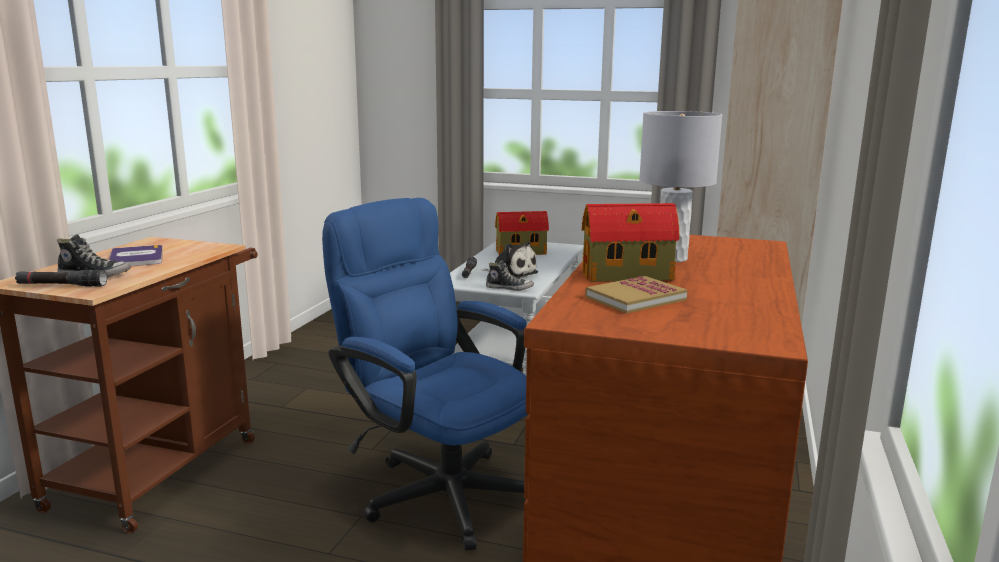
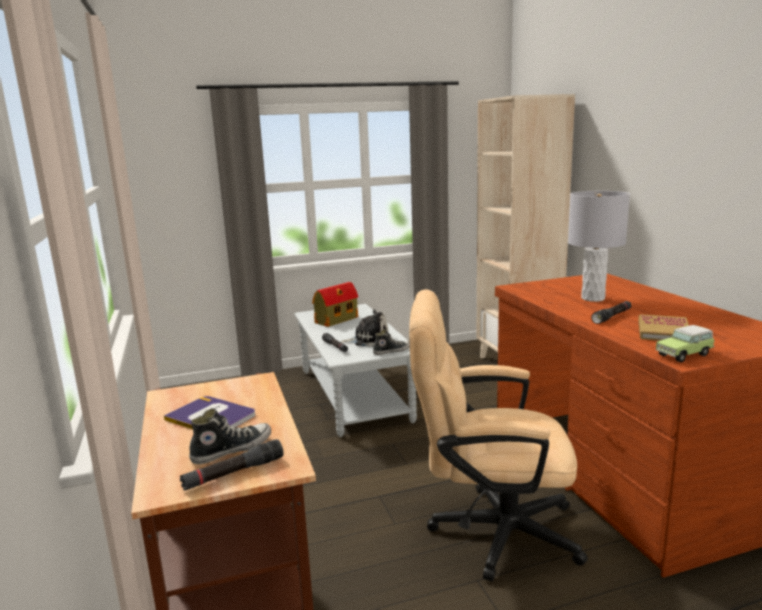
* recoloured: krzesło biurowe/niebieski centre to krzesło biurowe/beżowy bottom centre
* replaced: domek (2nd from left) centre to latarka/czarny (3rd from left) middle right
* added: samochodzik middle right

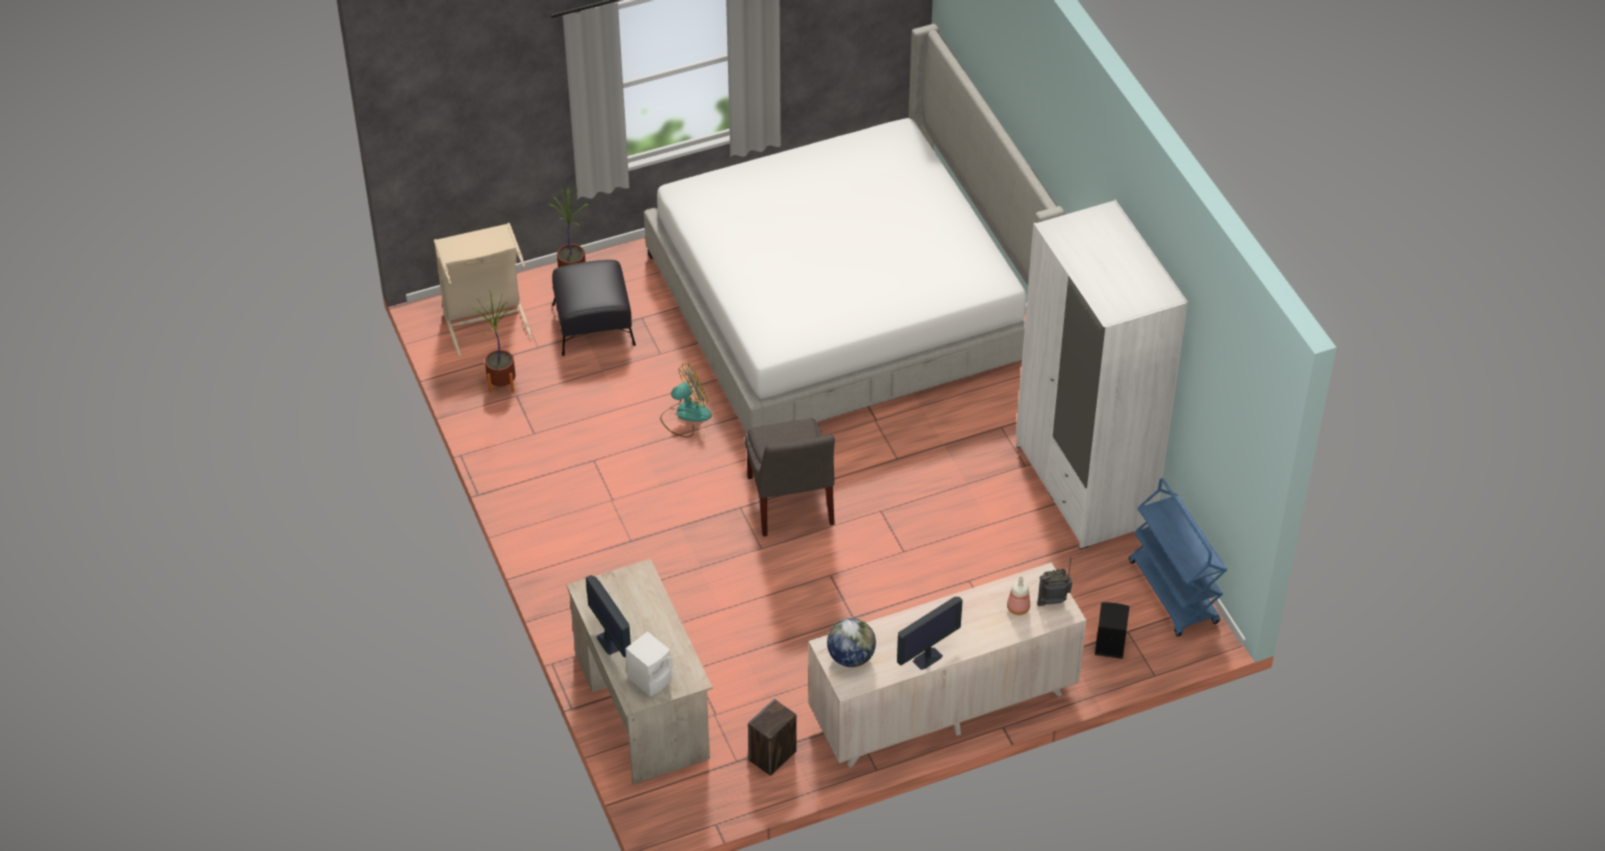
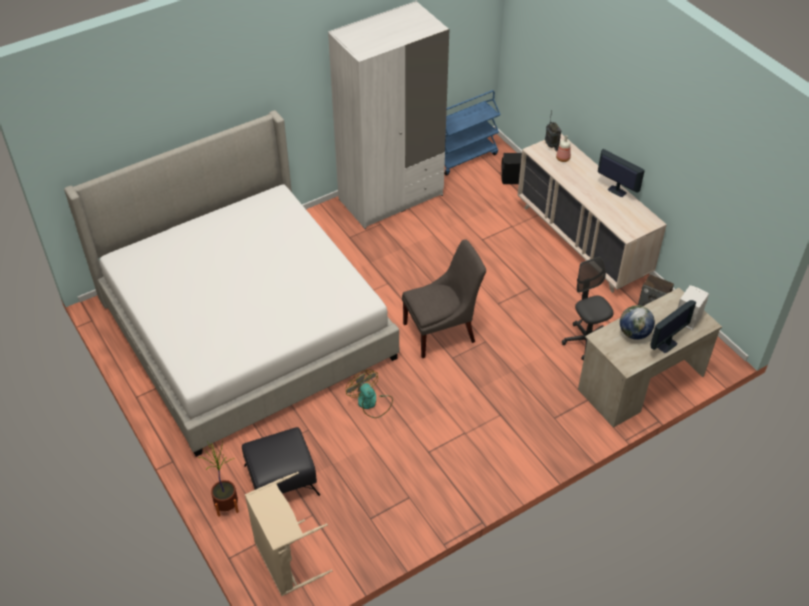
* removed: roślina doniczkowa (1st from left) middle left
* moved: globus bottom centre to middle right
* added: krzesło biurowe/szary middle right

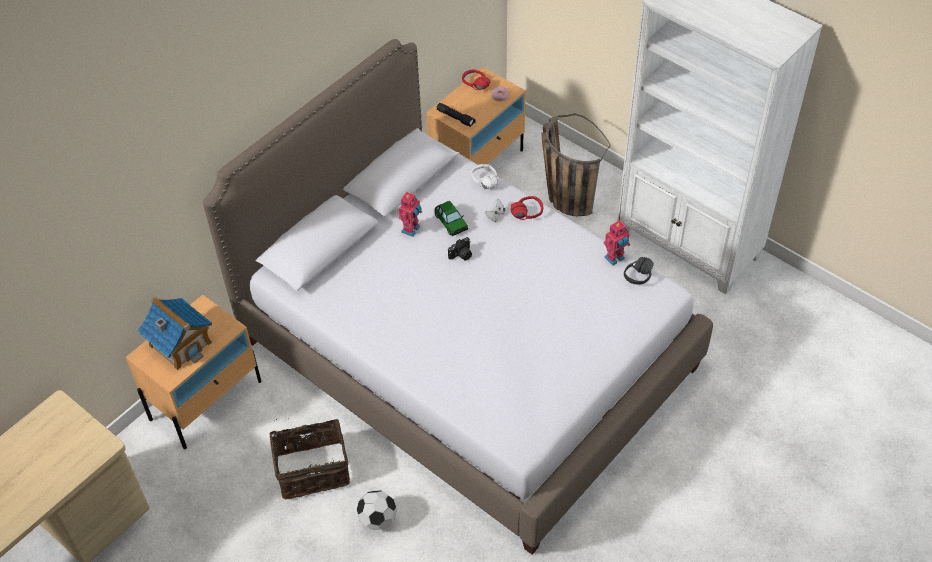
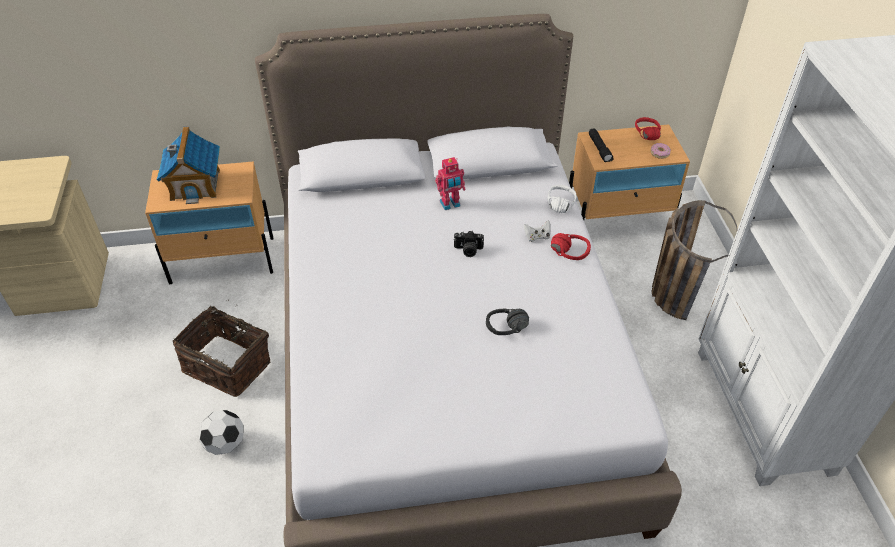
* removed: samochodzik centre
* removed: robot zabawkowy (2nd from left) centre
* moved: słuchawki/czarny middle right to centre

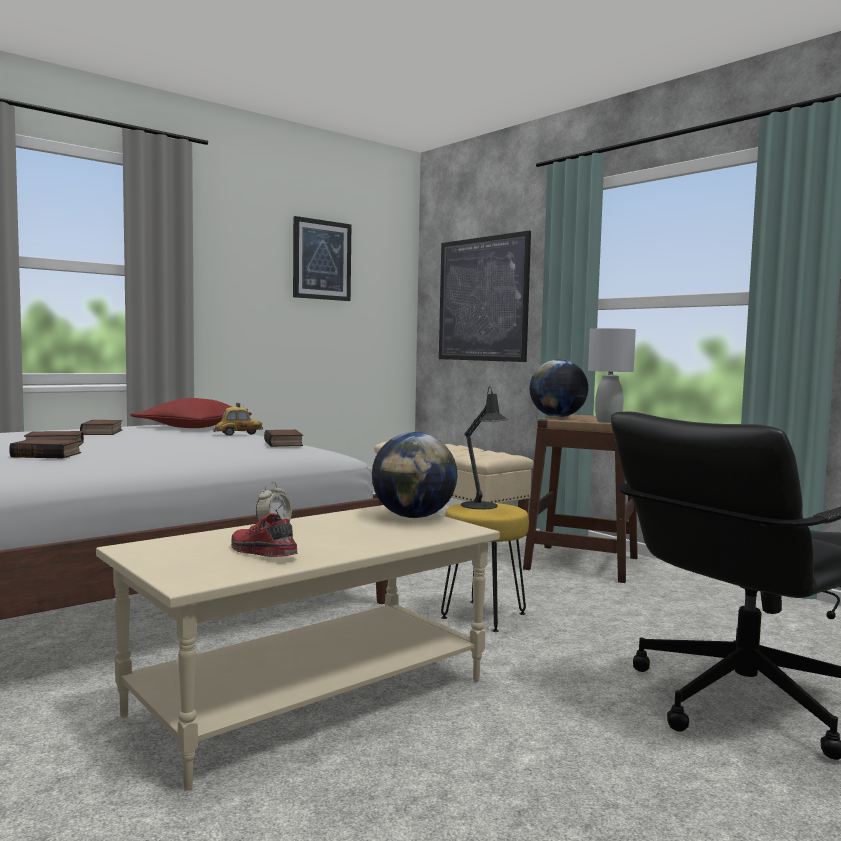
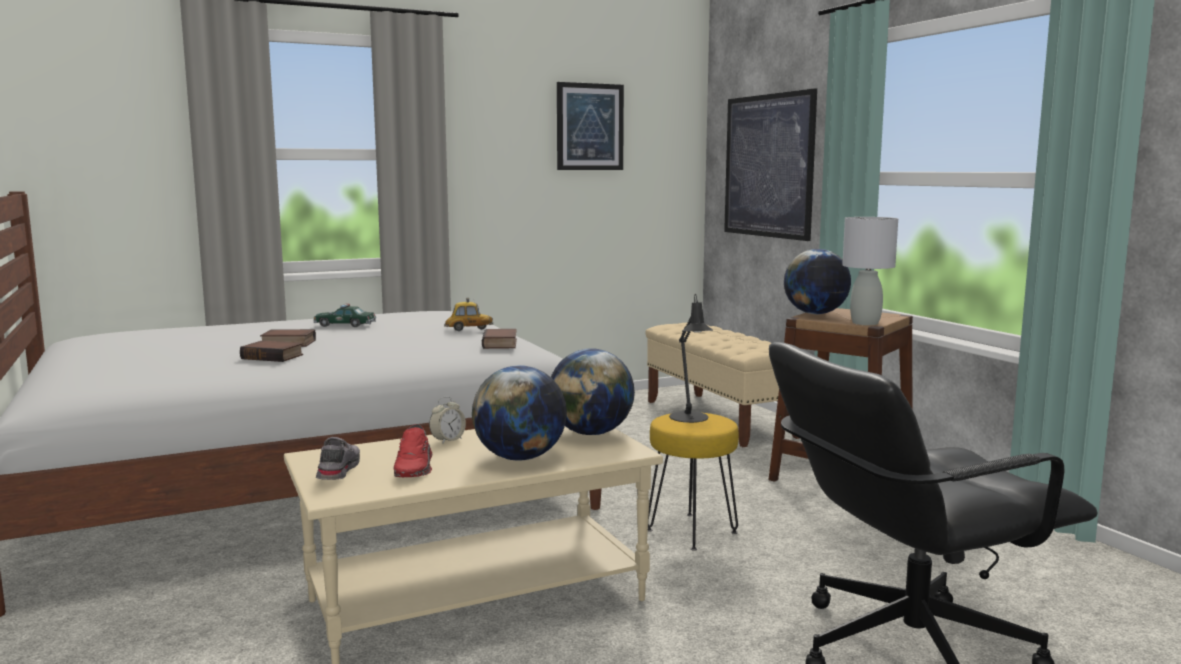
* removed: poduszka/czerwony middle left
* replaced: książka (3rd from left) middle left to samochodzik (1st from left) middle left
* turned: but/czerwony middle left = bottom centre 150 degrees counterclockwise
* added: globus (1st from left) centre
* added: but/szary bottom left

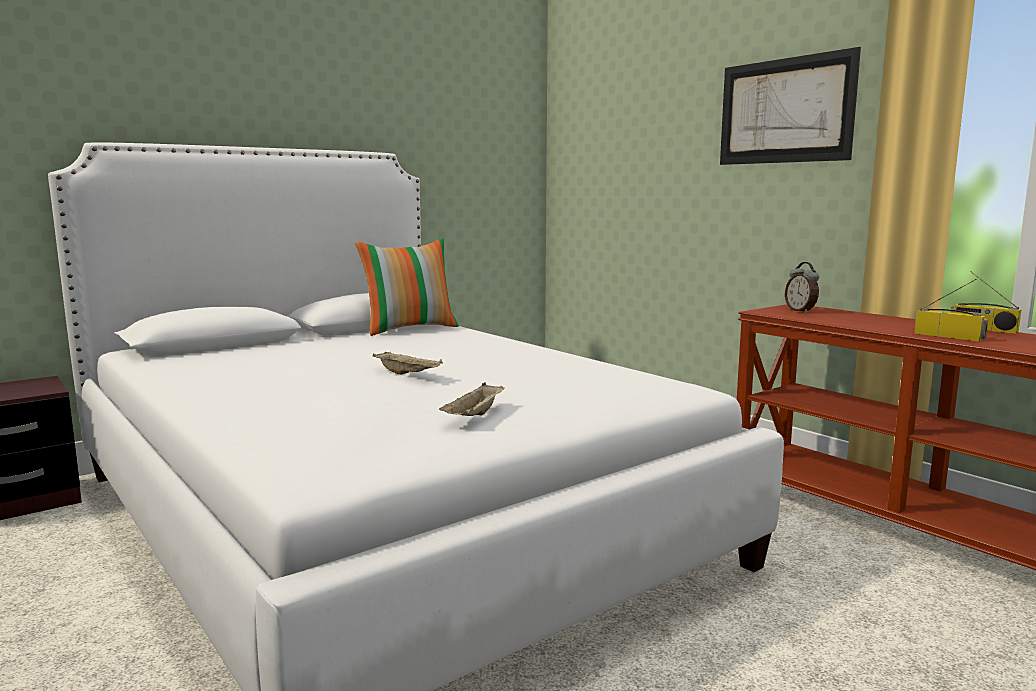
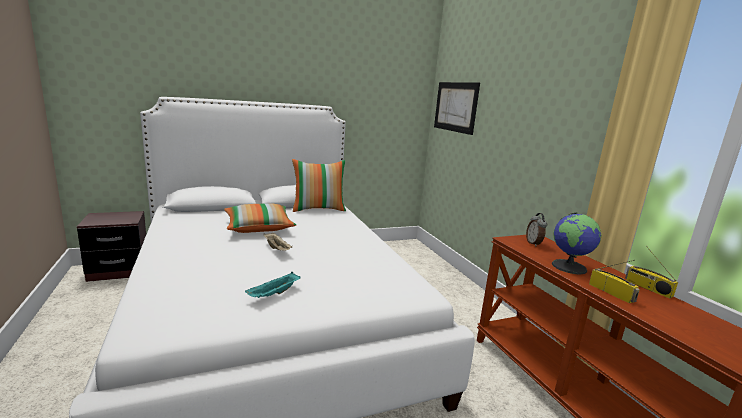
* moved: obraz top right to top centre
* recoloured: taca/beżowy (2nd from left) centre to taca/turkusowy bottom centre
* added: poduszka (1st from left) centre
* added: globus middle right

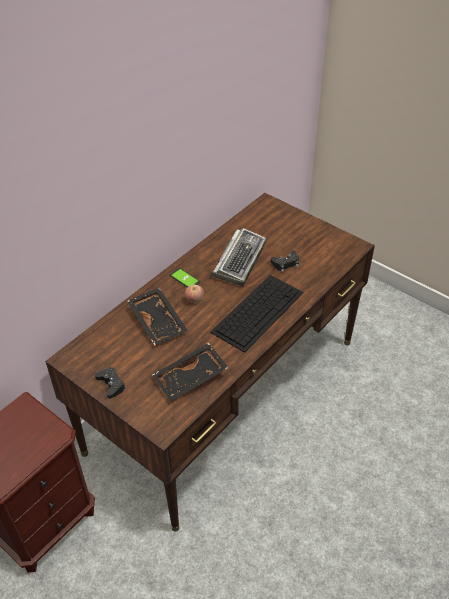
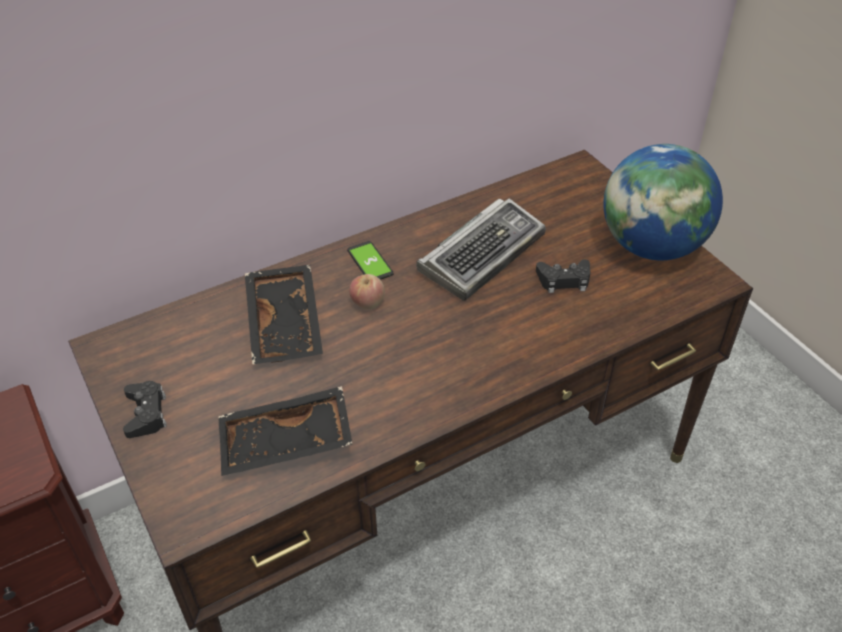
* removed: klawiatura (2nd from left) centre
* added: globus top right

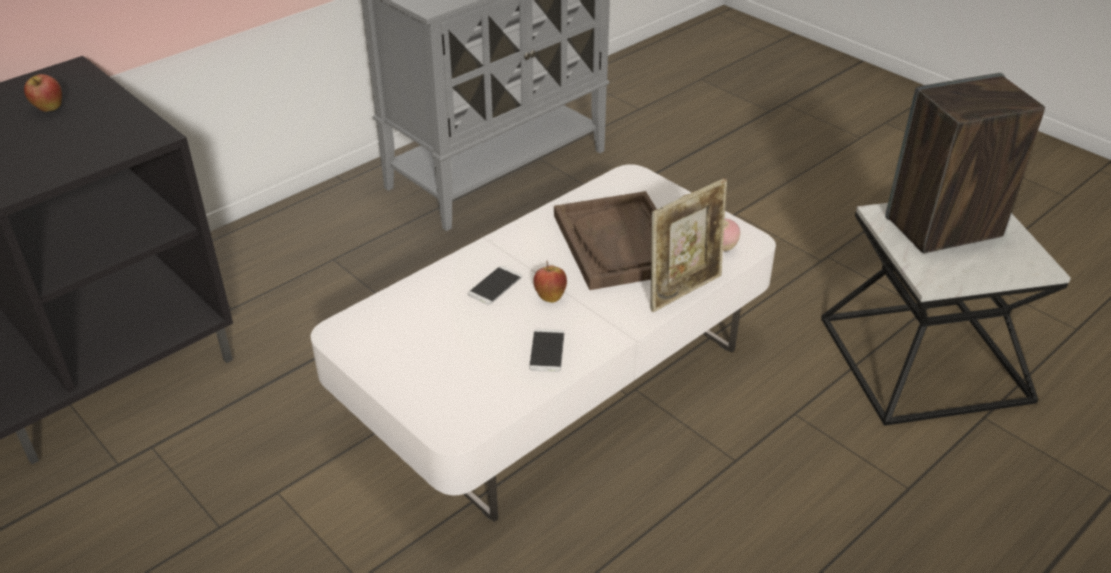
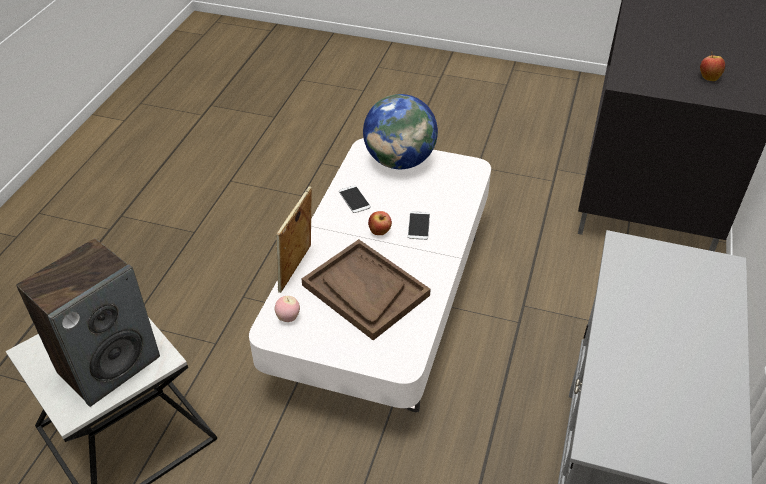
* added: globus top centre

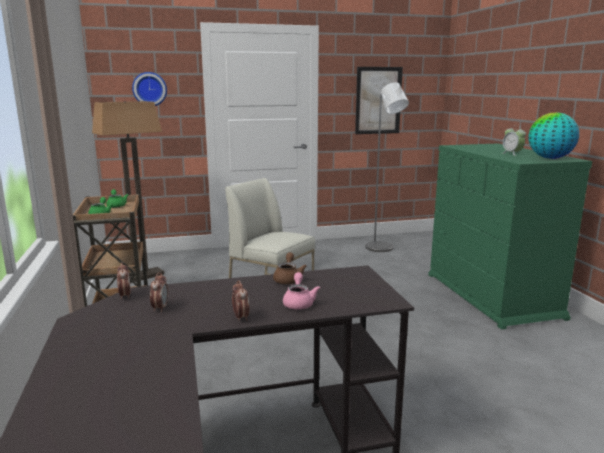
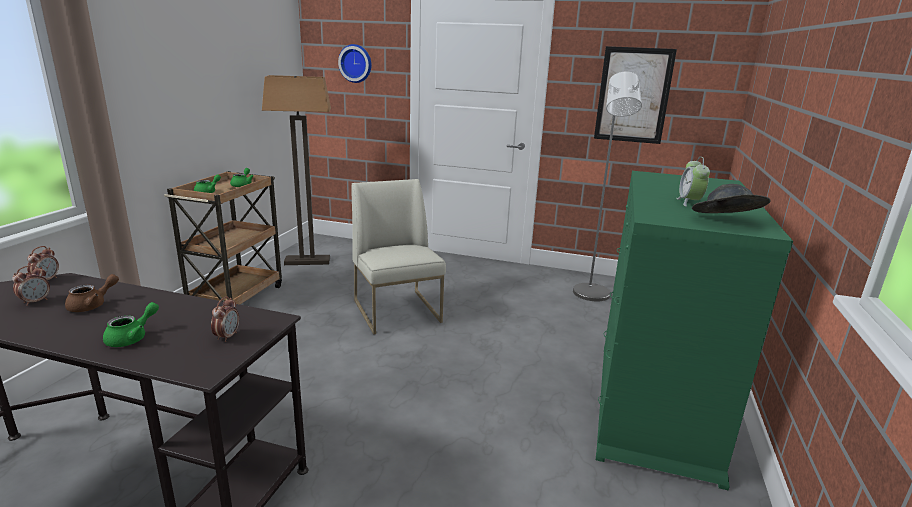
* replaced: globus top right to kapelusz/szary middle right
* moved: imbryk/brązowy centre to middle left
* recoloured: imbryk/różowy centre to imbryk/zielony (1st from left) middle left
* moved: budzik (3rd from left) centre to middle left

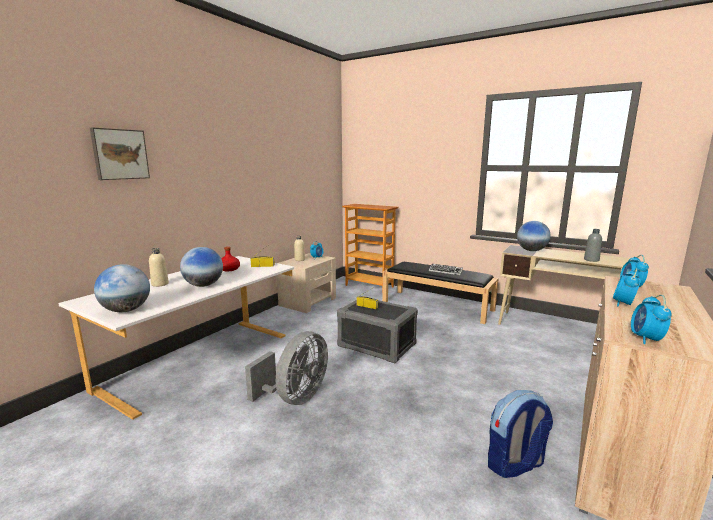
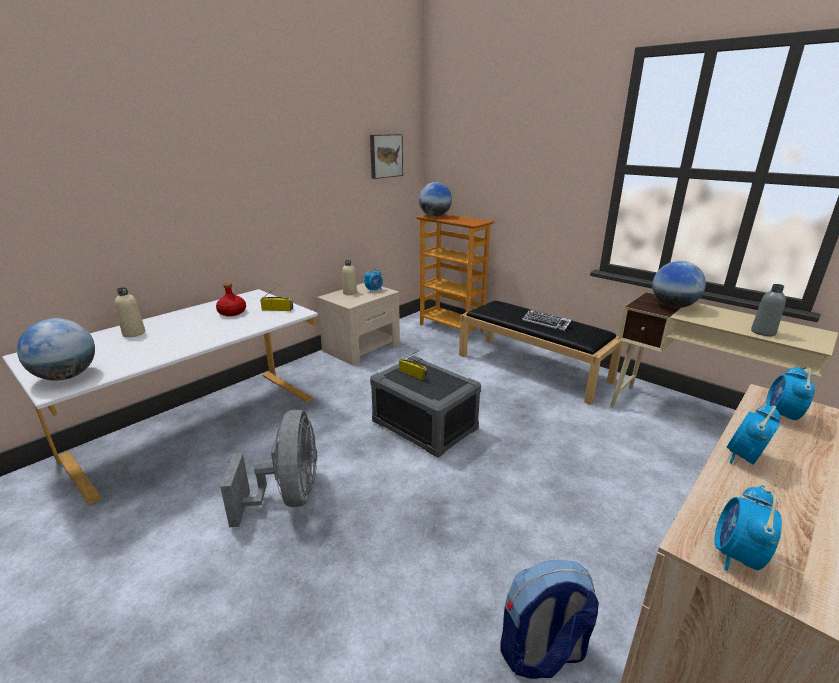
* moved: obraz top left to top centre
* moved: globus (2nd from left) middle left to top centre
* turned: wentylator/szary bottom centre = bottom left 45 degrees counterclockwise

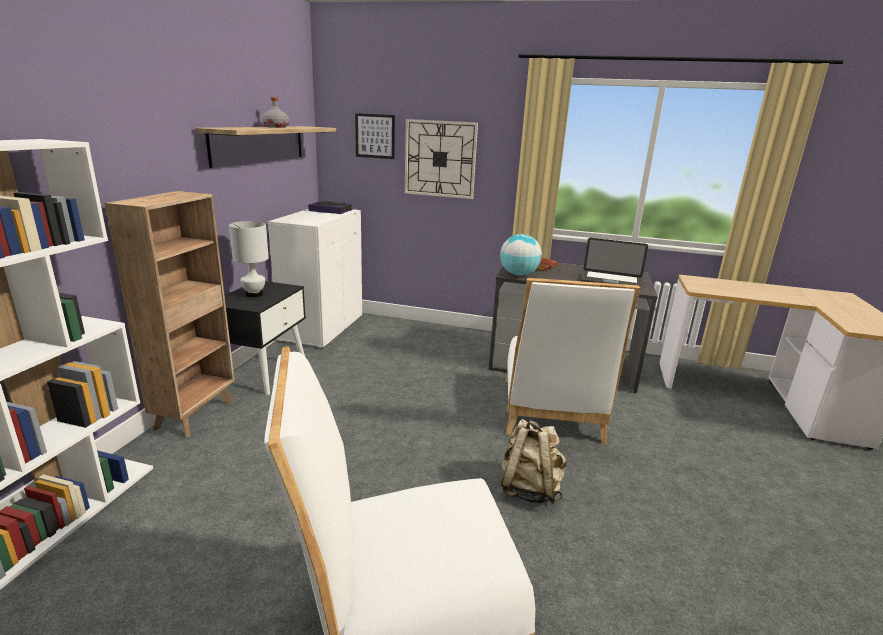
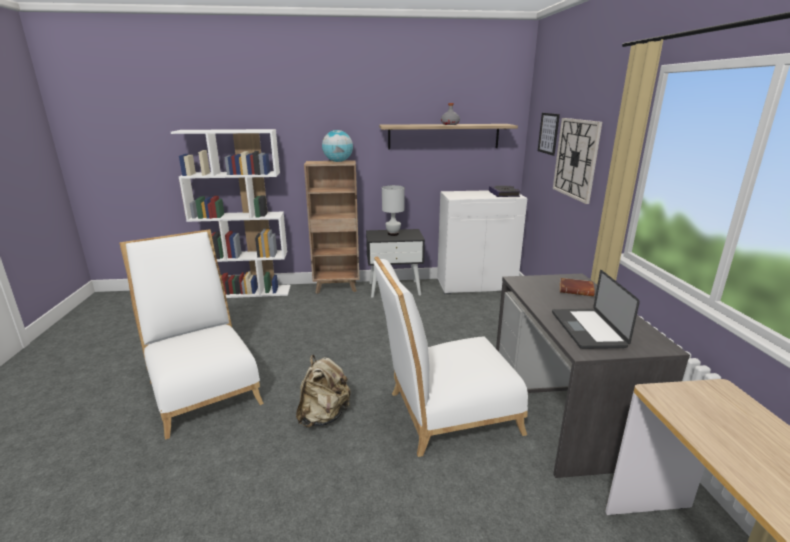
* moved: globus centre to top centre

